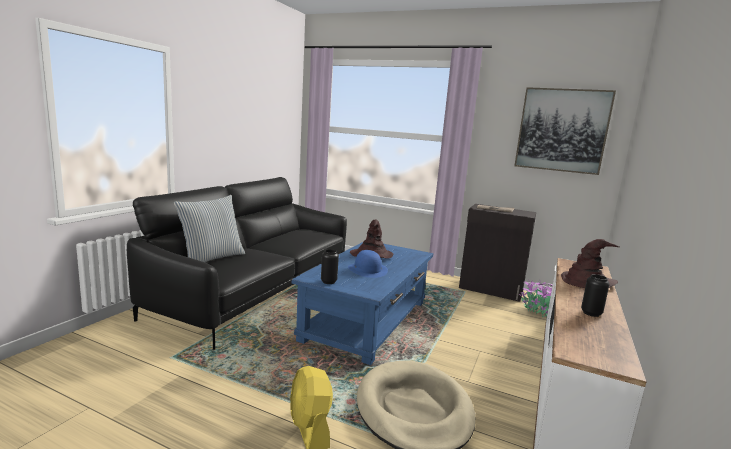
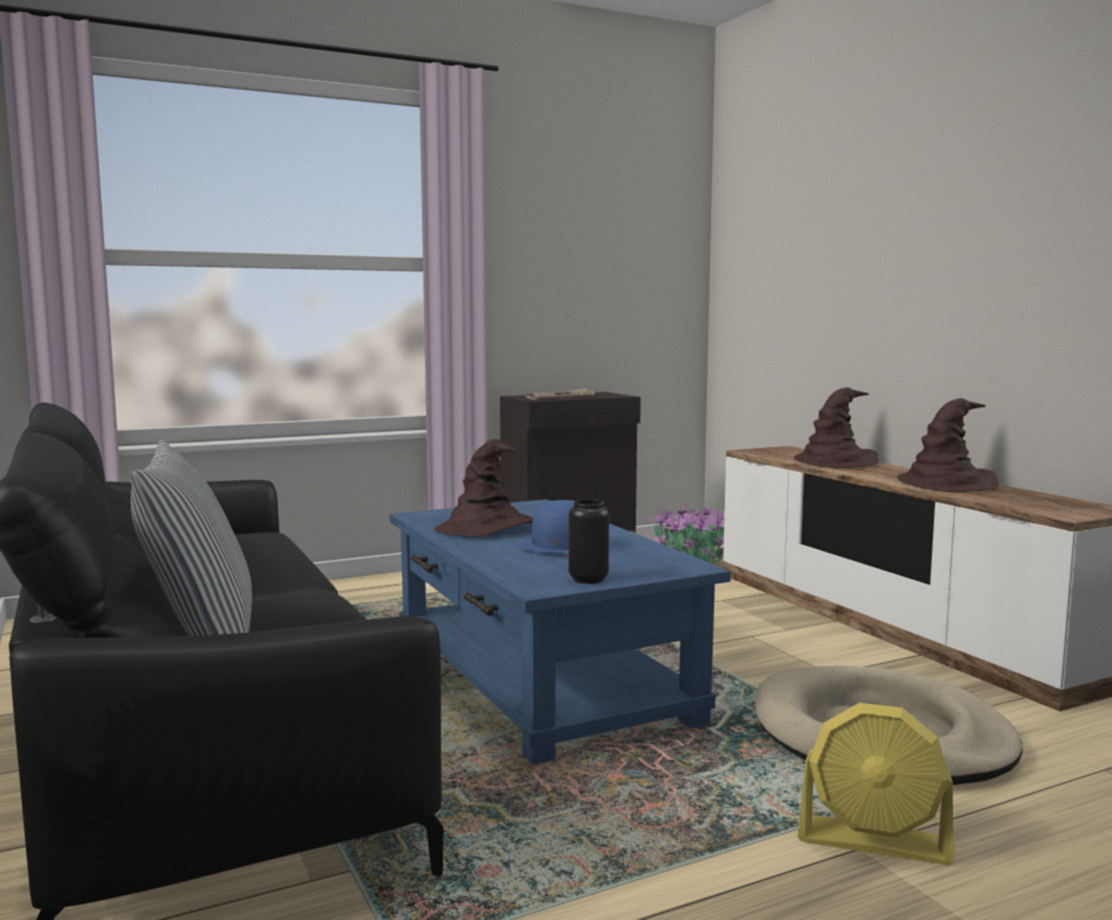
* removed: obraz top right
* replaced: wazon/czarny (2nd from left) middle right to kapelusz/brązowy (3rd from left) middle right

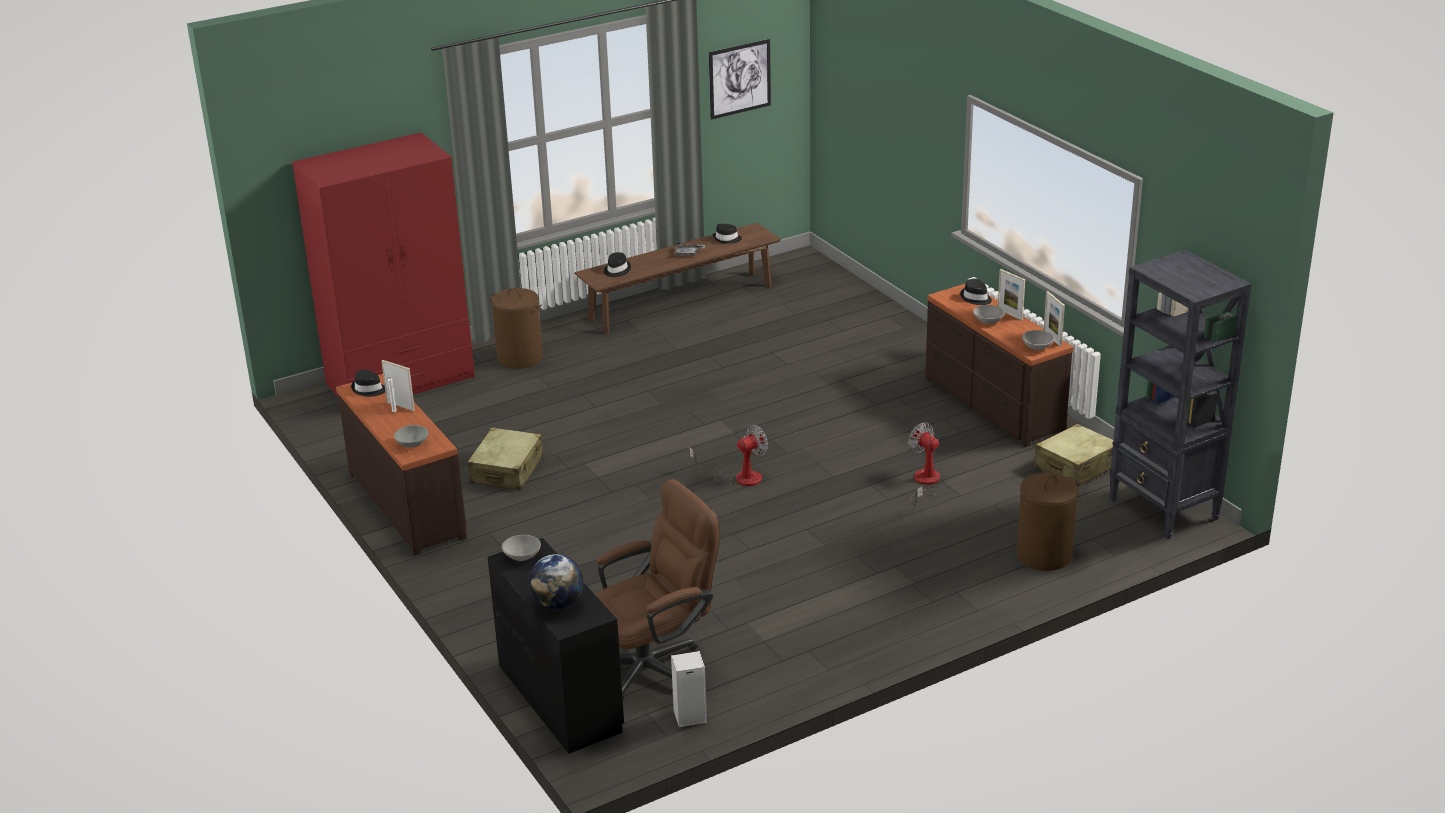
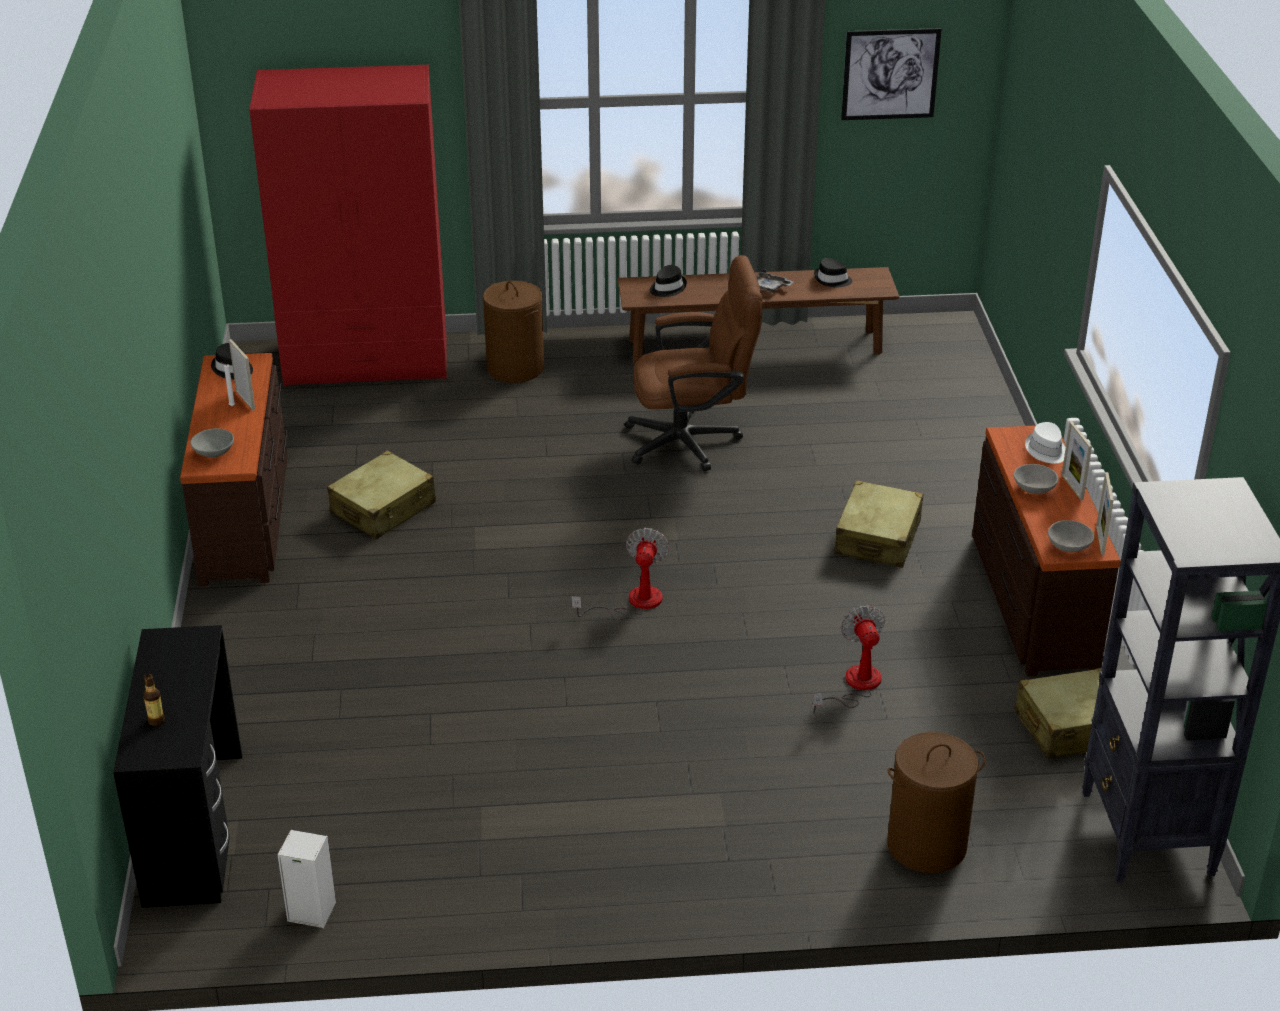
* recoloured: kapelusz/czarny (4th from left) middle right to kapelusz/biały middle right
* turned: wentylator (1st from left) centre = centre 75 degrees counterclockwise
* moved: krzesło biurowe/brązowy bottom centre to centre
* removed: miska/szary (2nd from left) bottom centre
* replaced: globus bottom centre to butelka bottom left
* added: walizka/beżowy (2nd from left) middle right

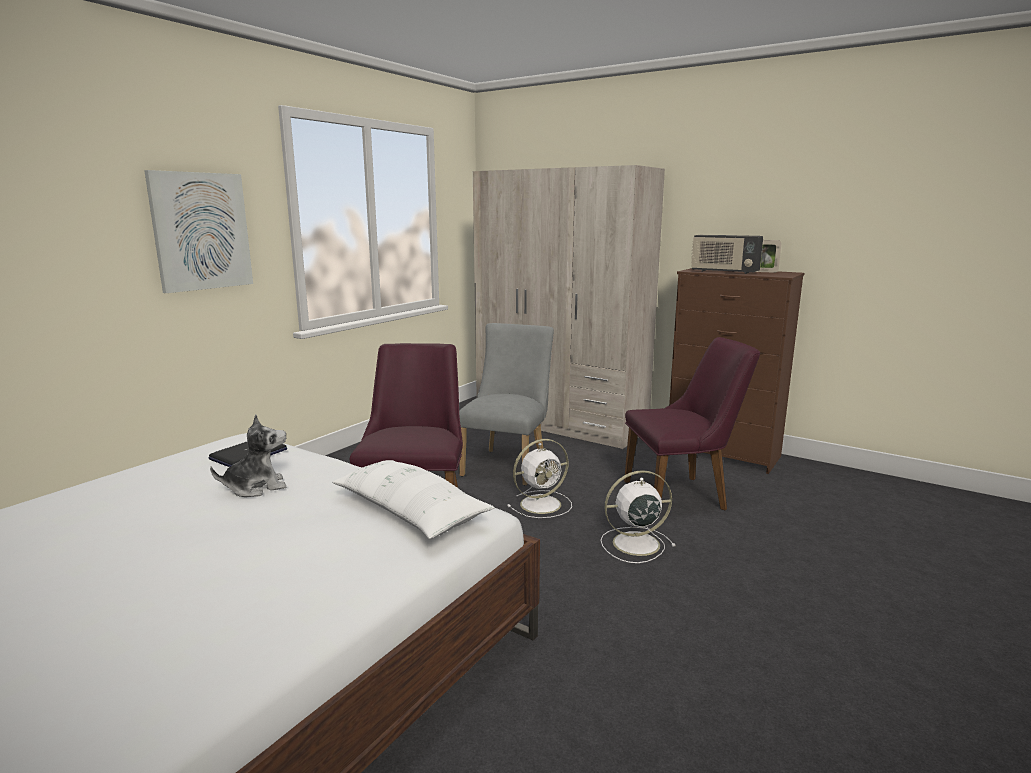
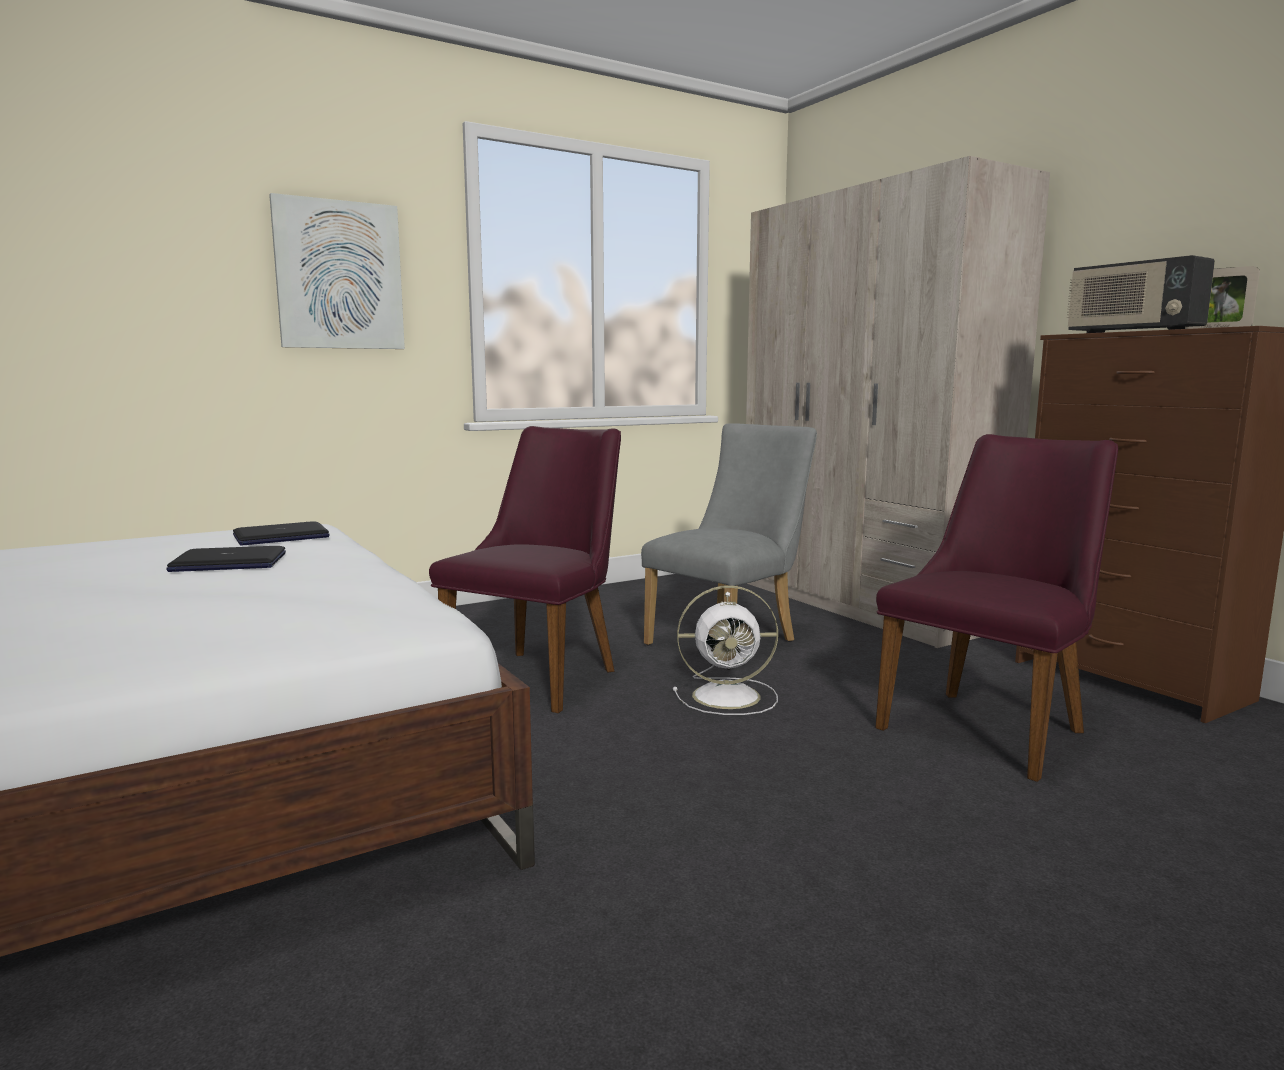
* turned: krzesło/fioletowy (2nd from left) middle right = middle right 60 degrees counterclockwise
* replaced: pluszak middle left to laptop (1st from left) middle left
* removed: poduszka/biały centre
* removed: wentylator/biały (2nd from left) bottom centre

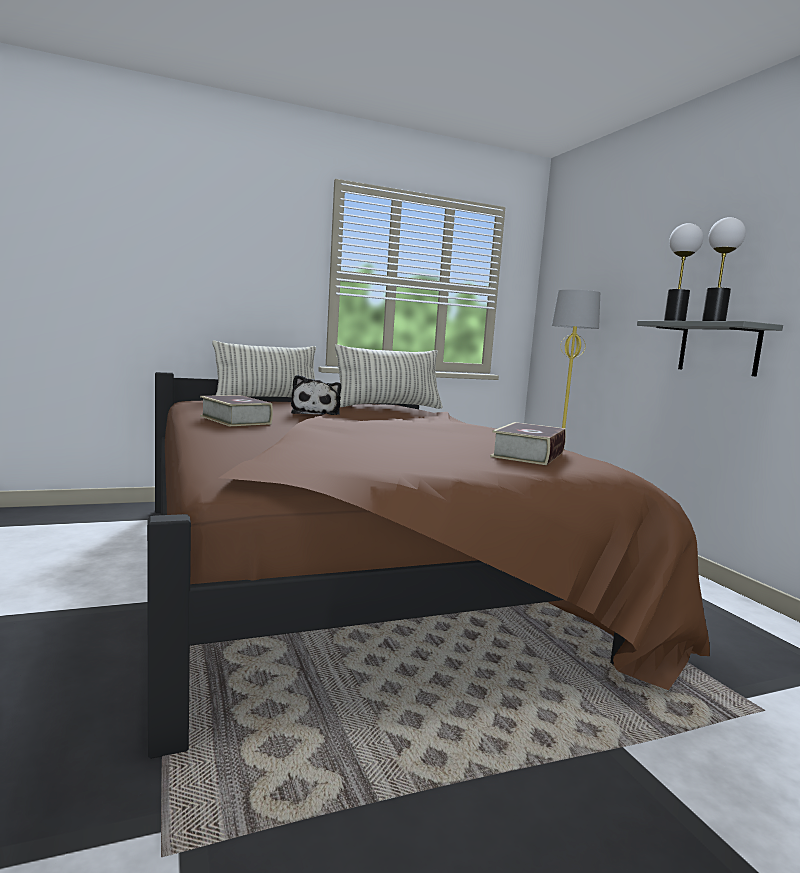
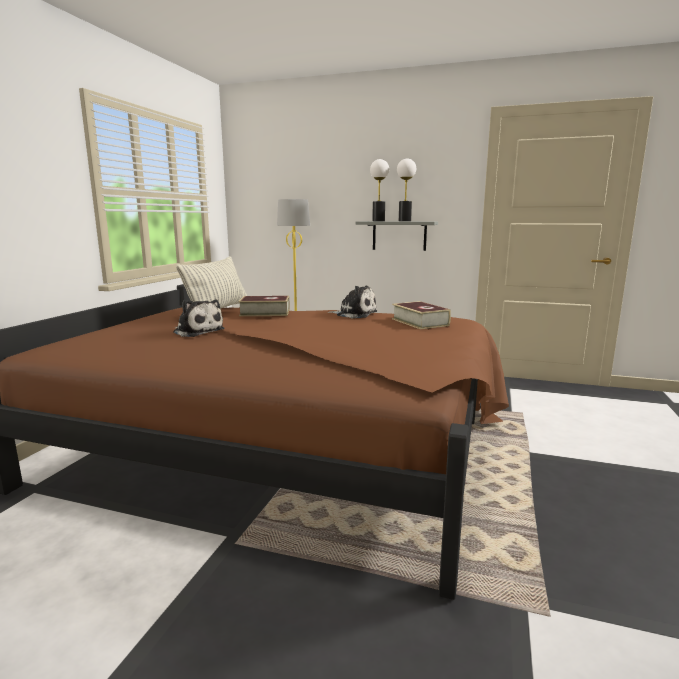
* removed: poduszka (1st from left) middle left
* moved: książka (1st from left) middle left to centre
* added: pluszak (2nd from left) centre

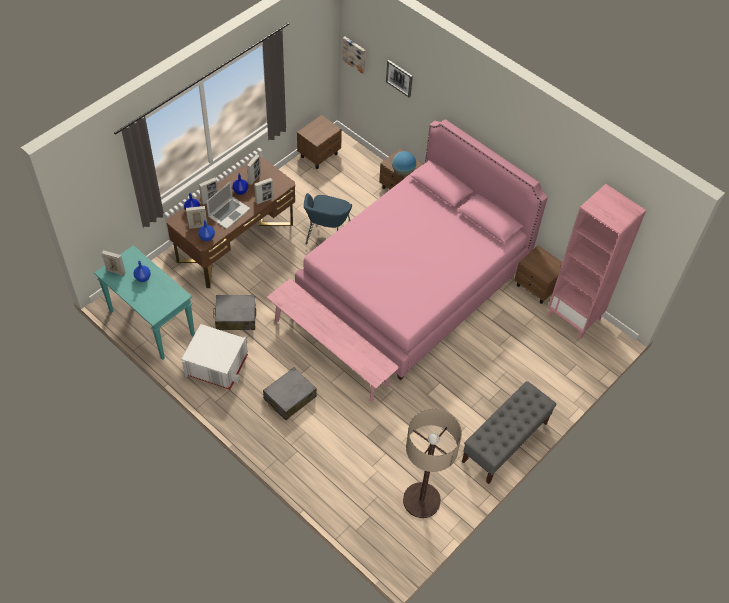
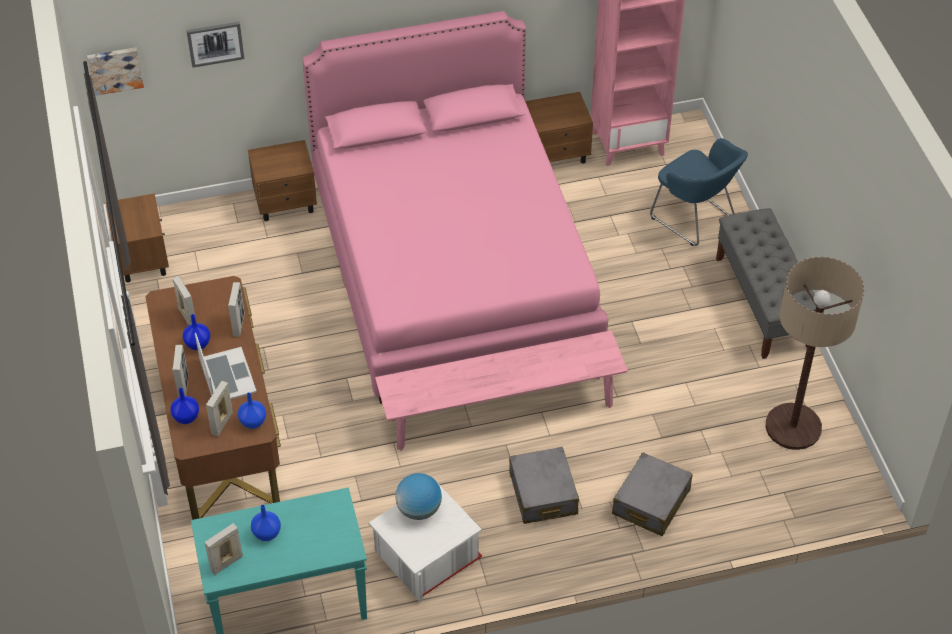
* moved: globus top centre to bottom centre
* moved: fotel/niebieski centre to top right
* moved: walizka/szary (1st from left in the first image) middle left to walizka/szary (2nd from left) bottom right

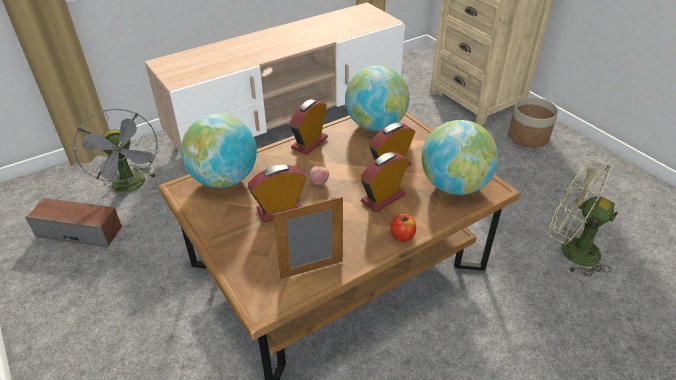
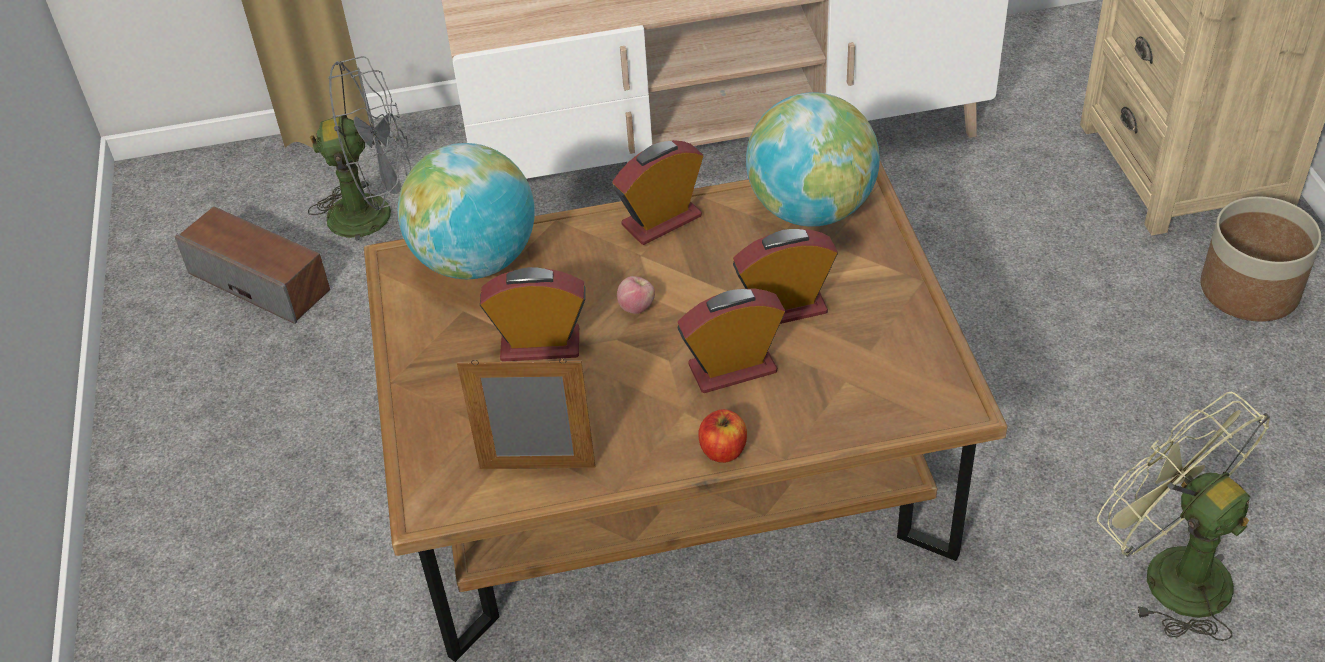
* turned: wentylator/szary middle left = top left 90 degrees counterclockwise
* removed: globus (3rd from left) middle right

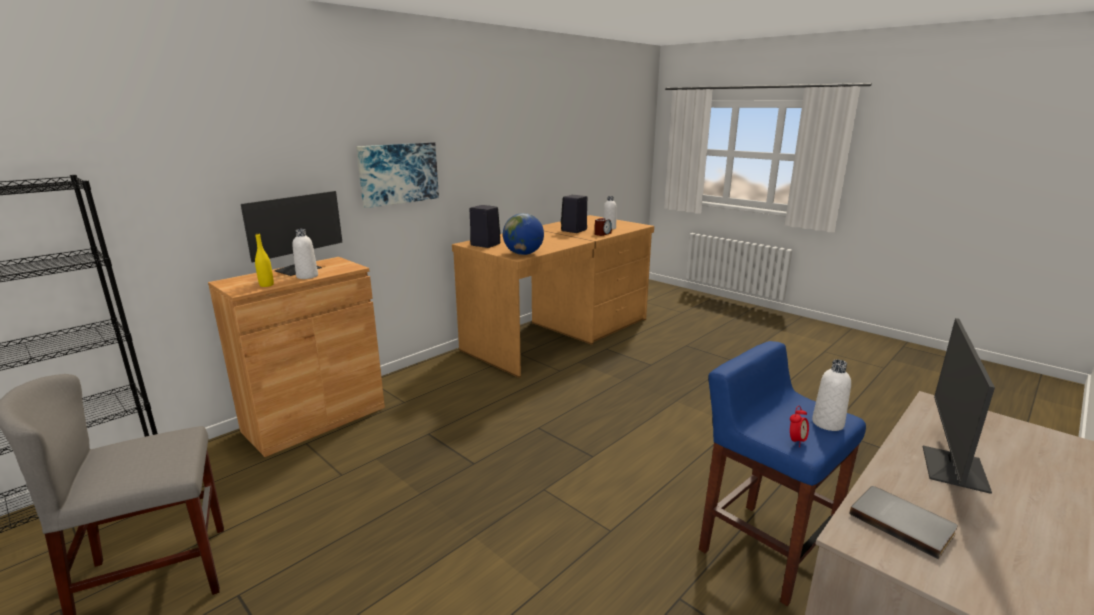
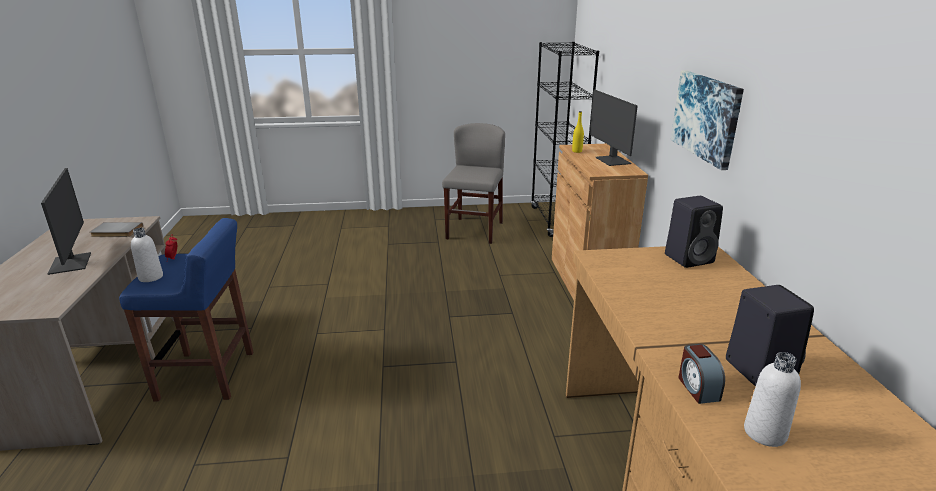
* removed: globus centre
* removed: butelka/biały (1st from left) middle left

